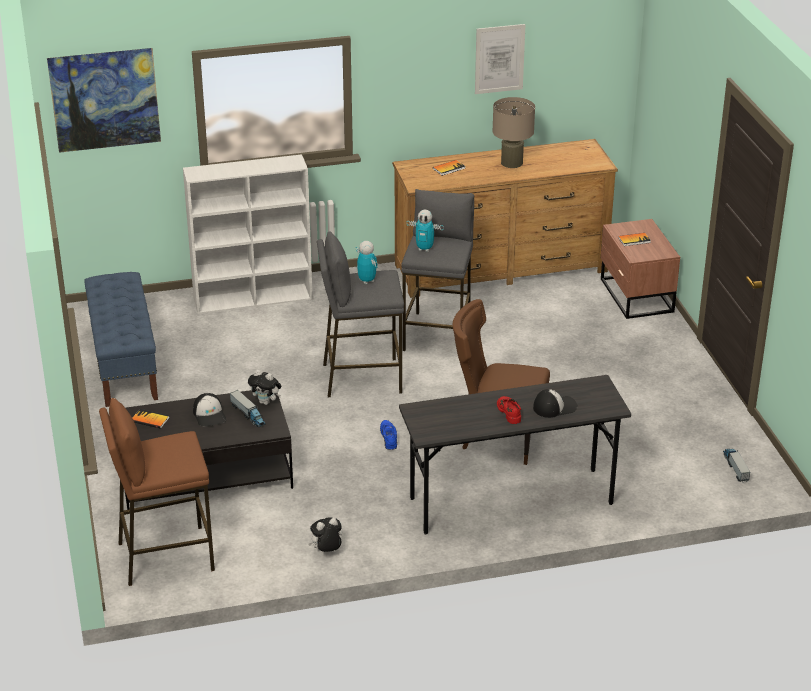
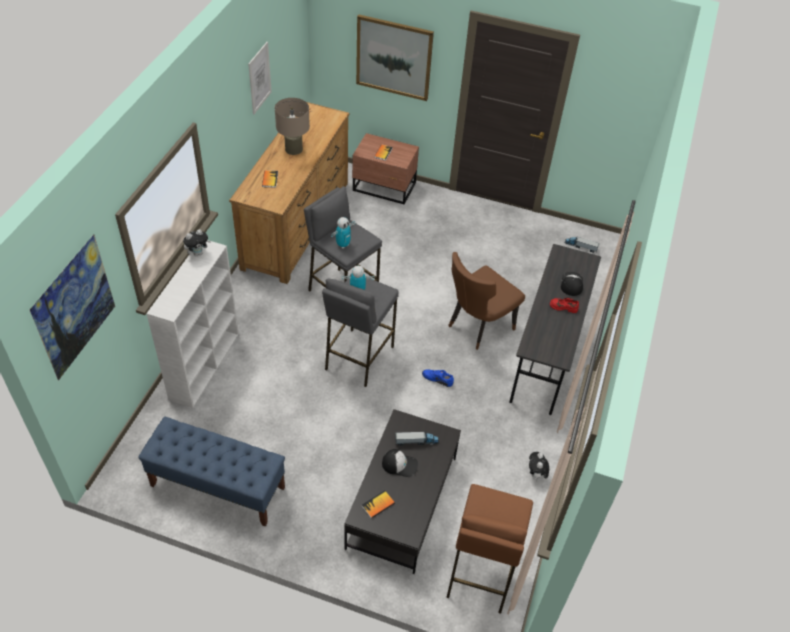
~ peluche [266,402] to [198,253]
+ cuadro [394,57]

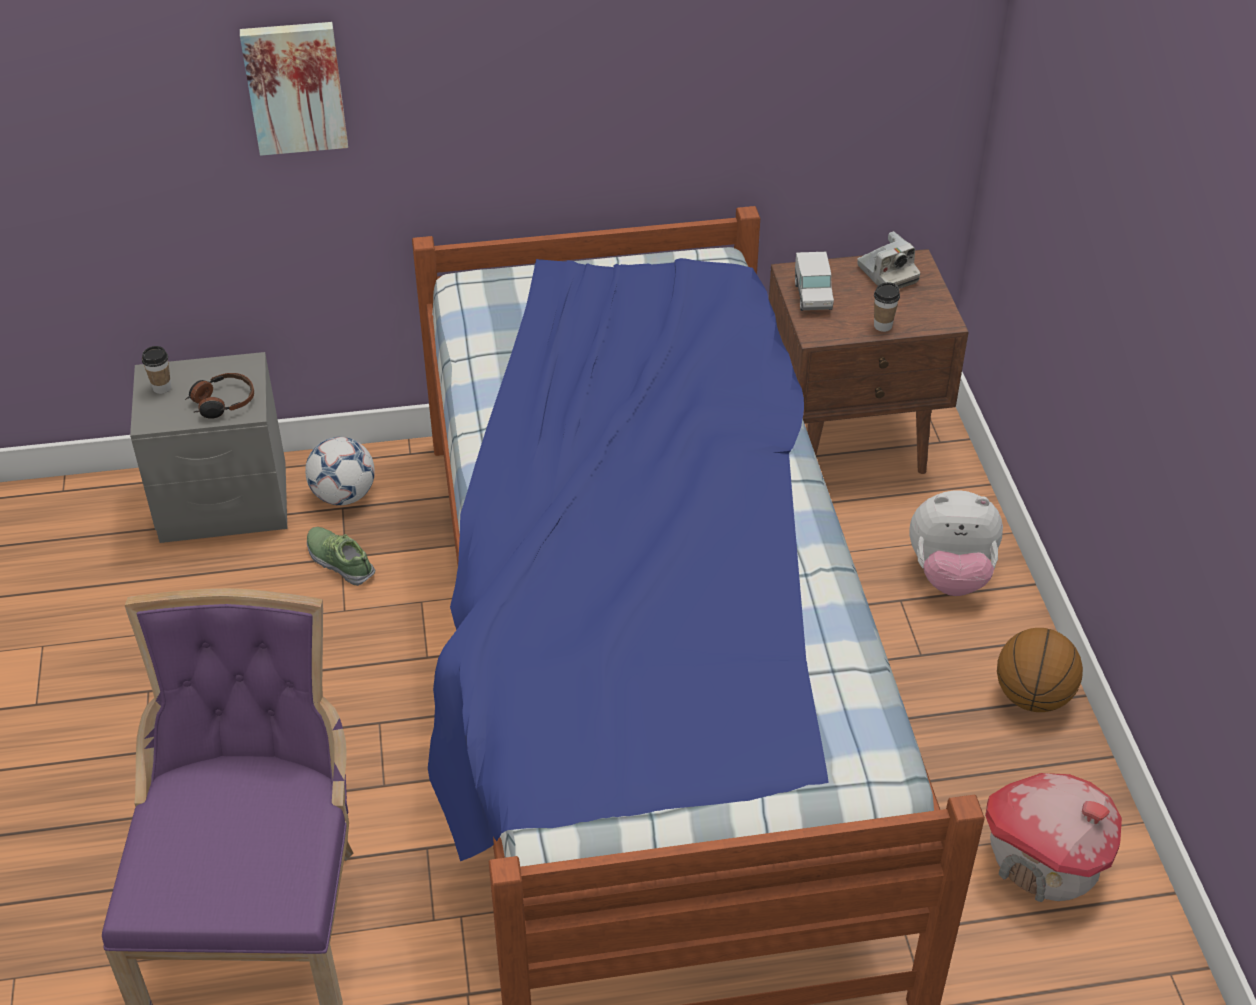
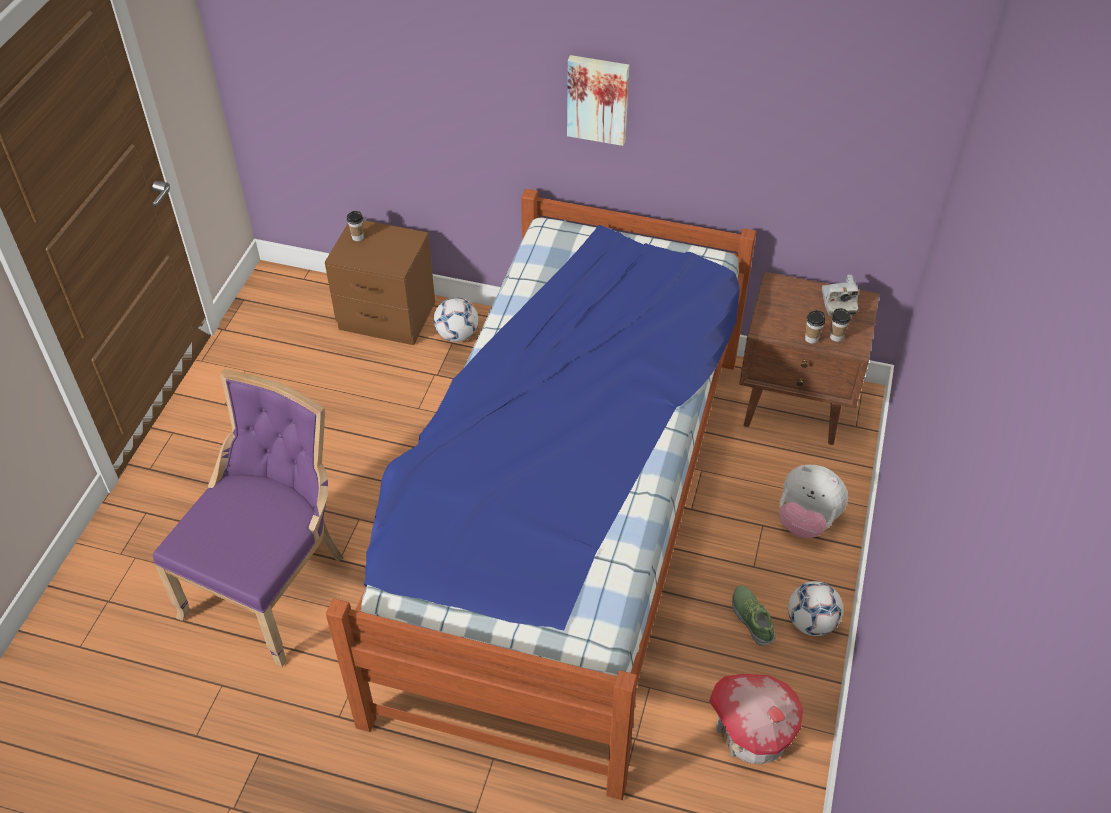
~ mesita de noche [gris] [224,503] to mesita de noche [marrón] [387,316]
~ cuadro [295,86] to [598,98]
~ zapato [340,561] to [752,618]
~ balón de baloncesto [1032,697] to balón de fútbol [811,622]
+ taza [836,337]
- auriculares [222,402]
- camión de juguete [812,296]

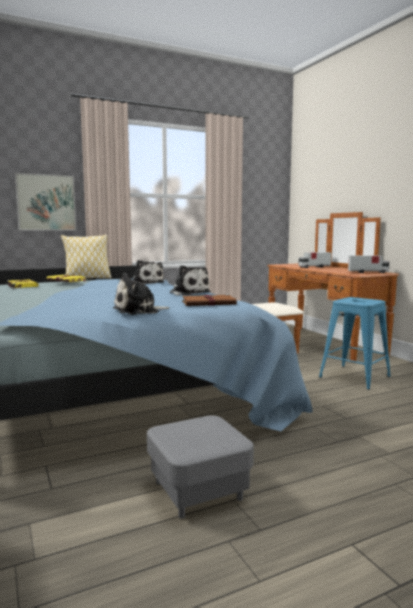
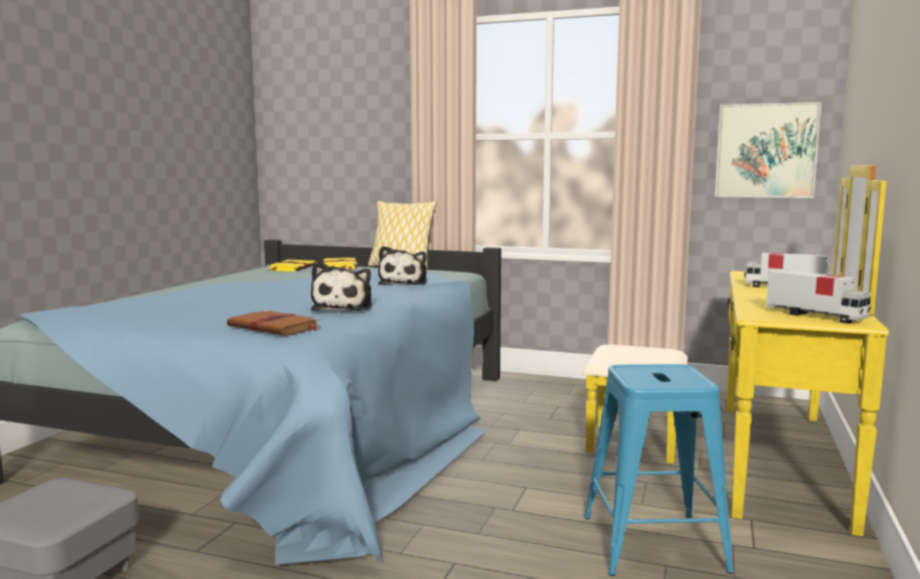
~ cómoda [marrón] [311,345] to cómoda [amarillo] [744,456]
~ cuadro [46,202] to [766,151]
- peluche [139,311]

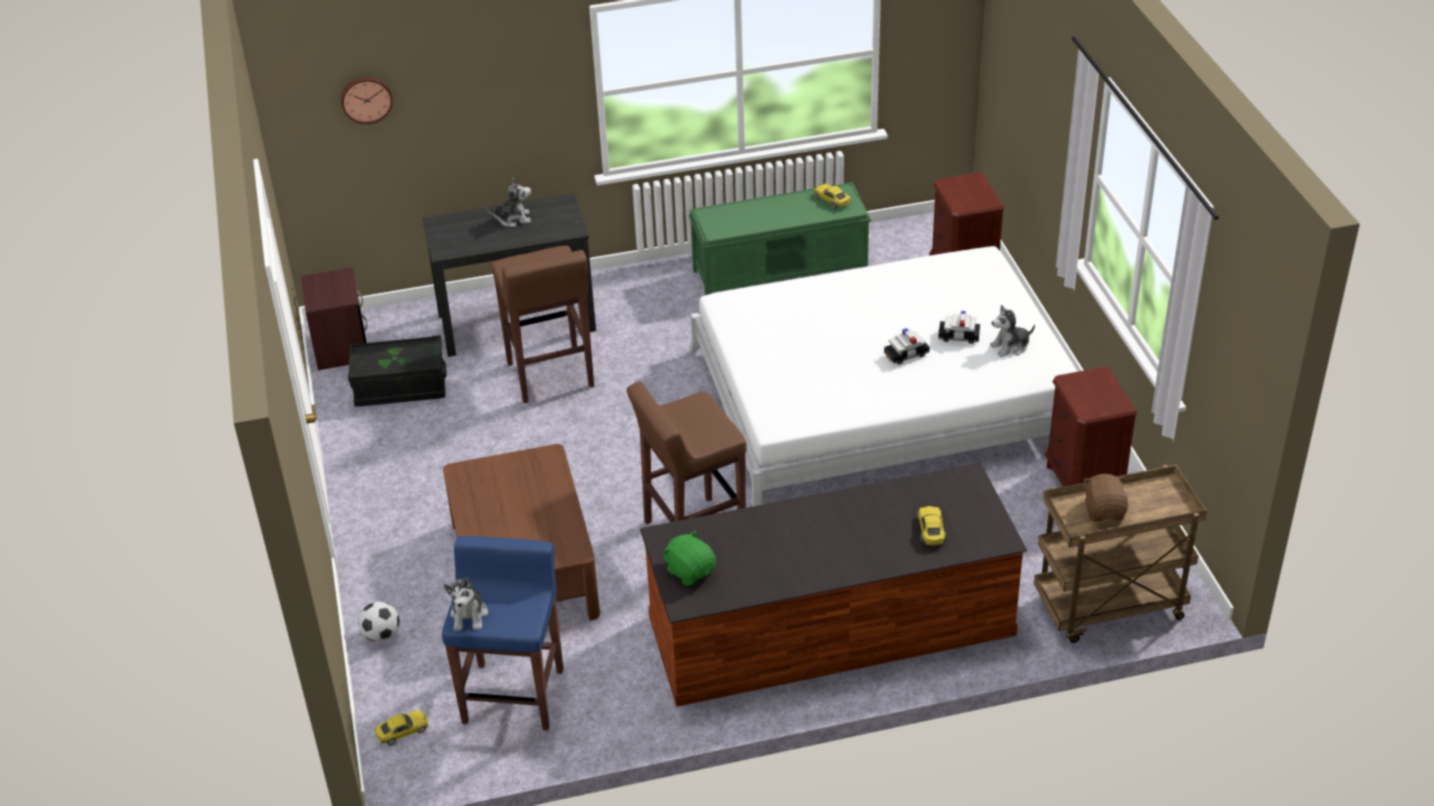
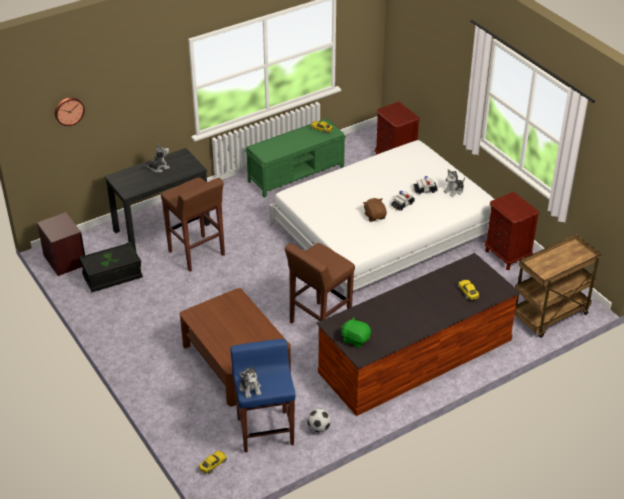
~ balón de fútbol [381,635] to [319,428]
~ peluche [marrón] [1104,511] to [375,216]

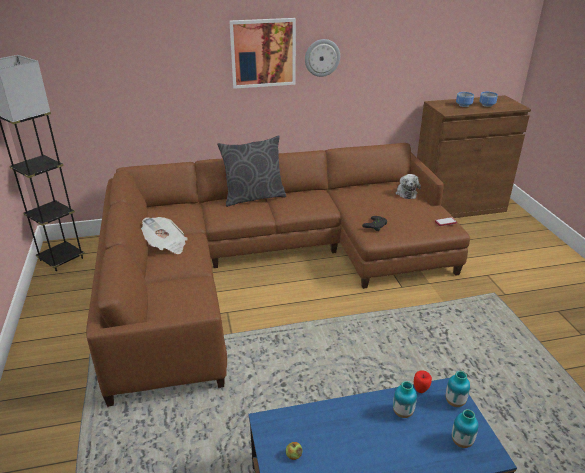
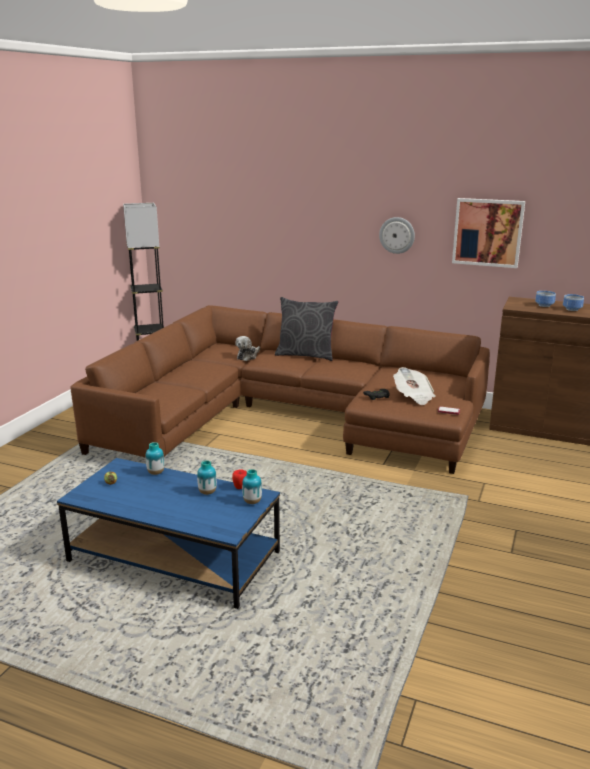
~ florero [461,442] to [156,473]
~ peluche [406,193] to [248,356]
~ periódico [166,245] to [413,397]
~ cuadro [263,53] to [487,232]

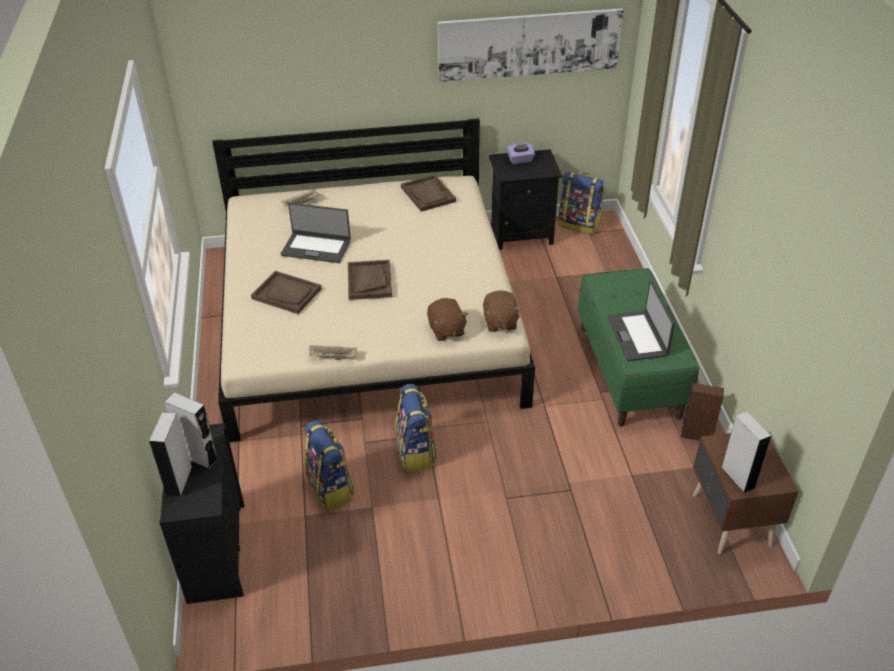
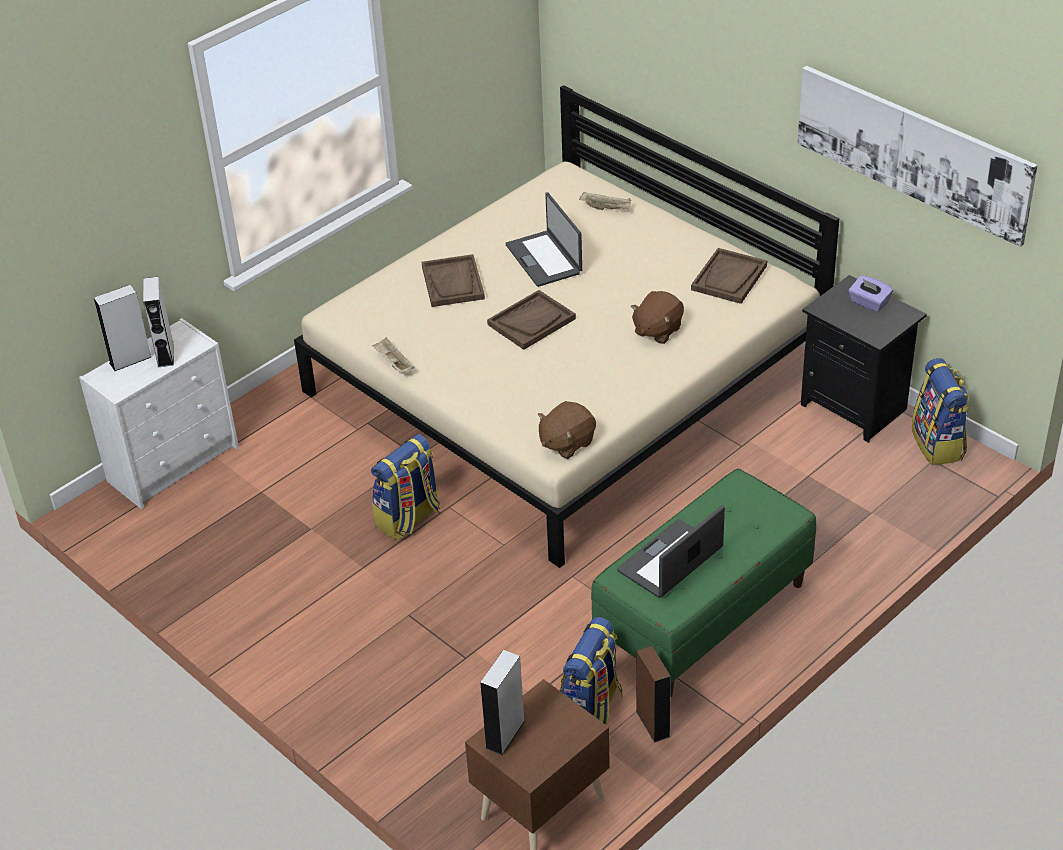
~ cómoda [negro] [216,551] to cómoda [blanco] [174,463]
~ mochila [331,489] to [591,710]
~ peluche [marrón] [446,330] to [657,330]

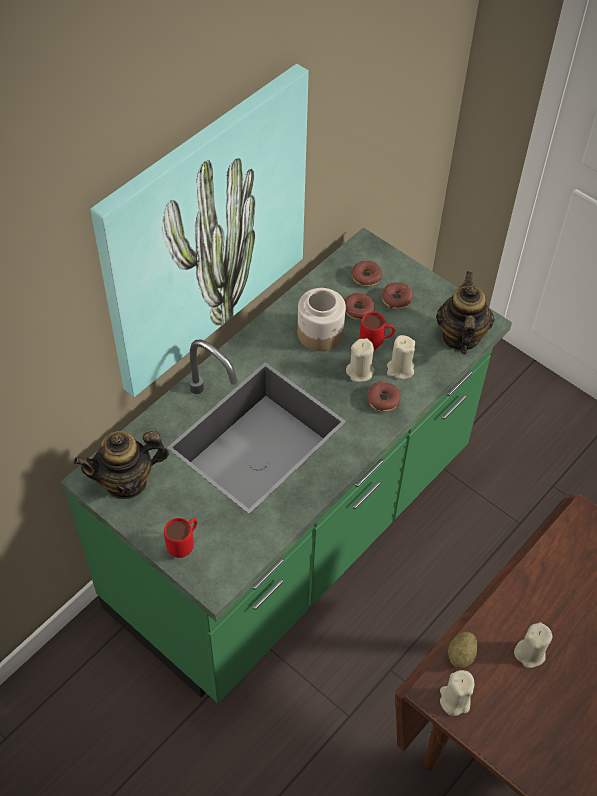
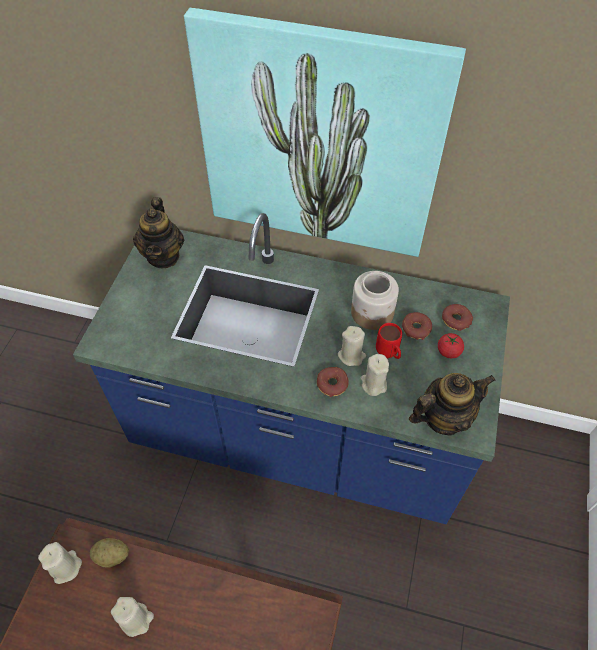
~ mueble bajo de cocina [verde] [294,532] to mueble bajo de cocina [azul] [298,434]
~ tetera [126,481] = [163,256] 135 degrees counterclockwise
~ rosquilla [396,299] to tomate [448,351]
- taza grande [rojo] [184,545]

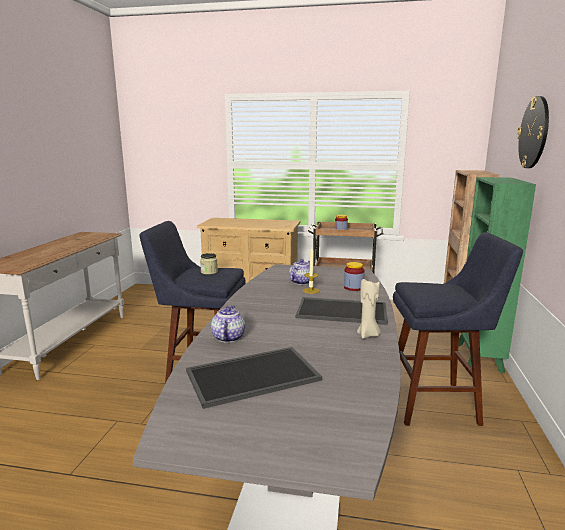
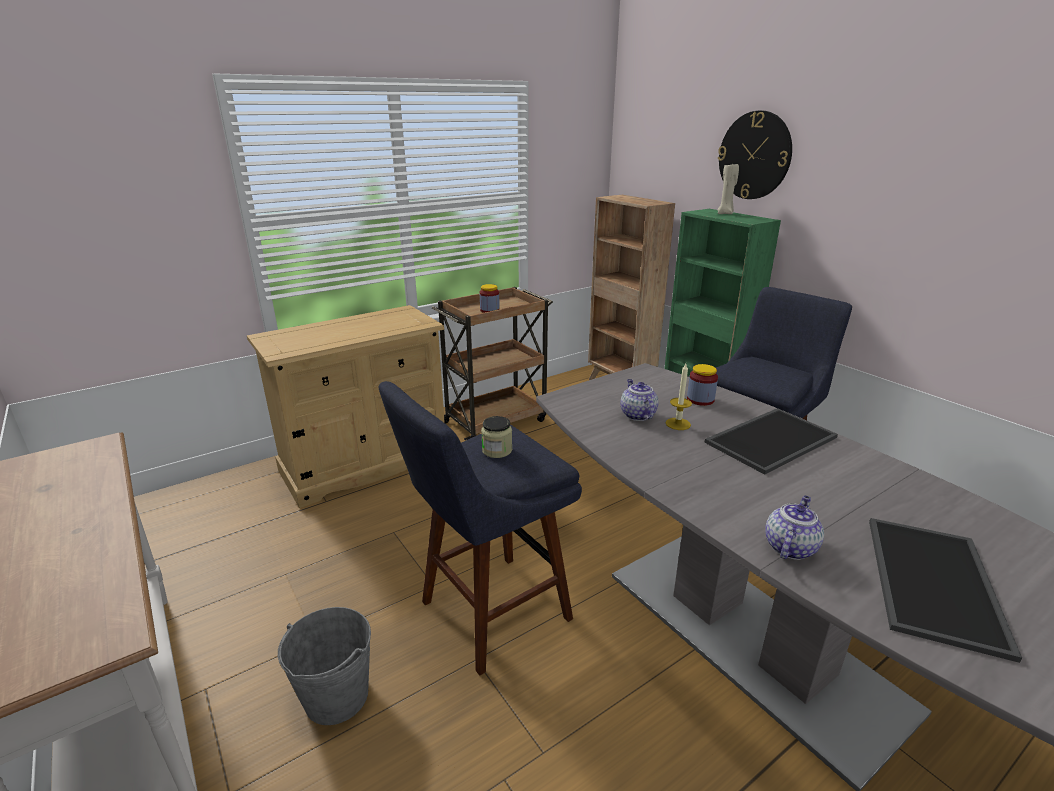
+ cubo [gris] [336,696]
~ vela [beis] [368,335] to [725,213]
~ tetera [228,337] = [789,547] 75 degrees clockwise

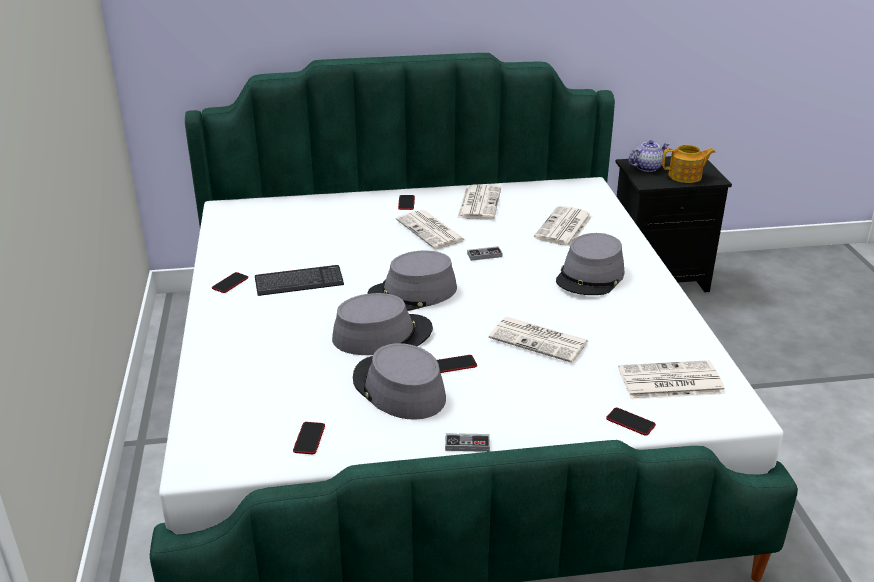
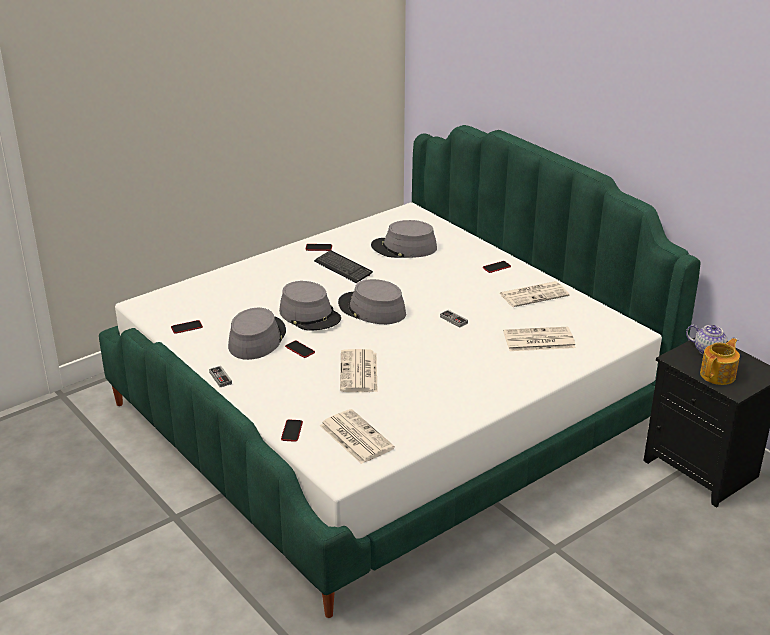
~ sombrero [gris] [590,276] to [404,248]
~ tetera [686,176] = [718,375] 105 degrees counterclockwise
- periódico [431,231]

